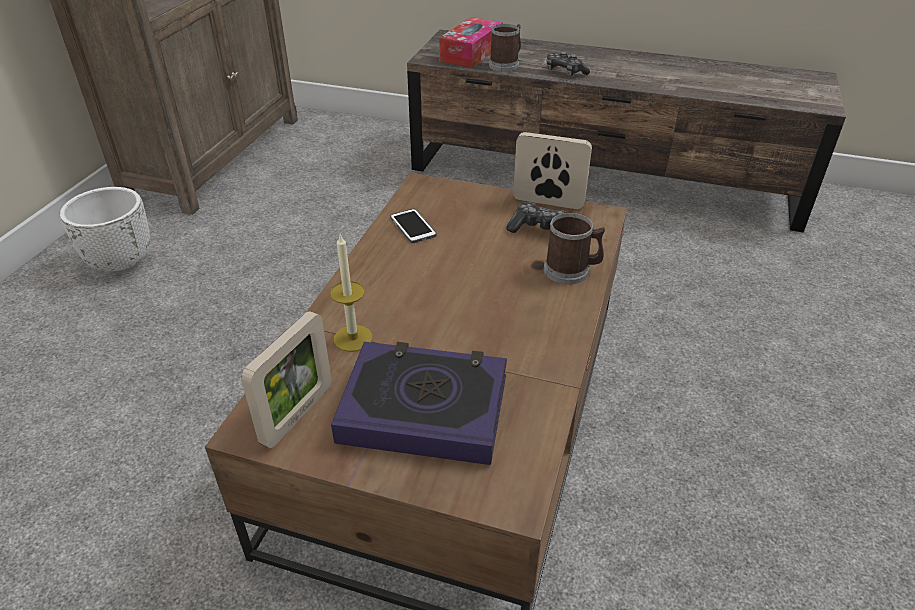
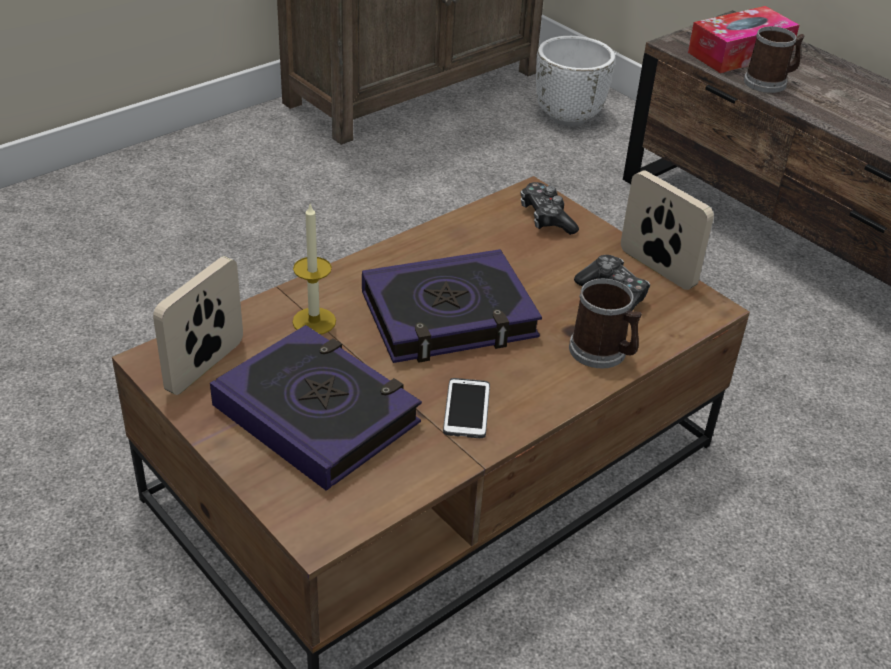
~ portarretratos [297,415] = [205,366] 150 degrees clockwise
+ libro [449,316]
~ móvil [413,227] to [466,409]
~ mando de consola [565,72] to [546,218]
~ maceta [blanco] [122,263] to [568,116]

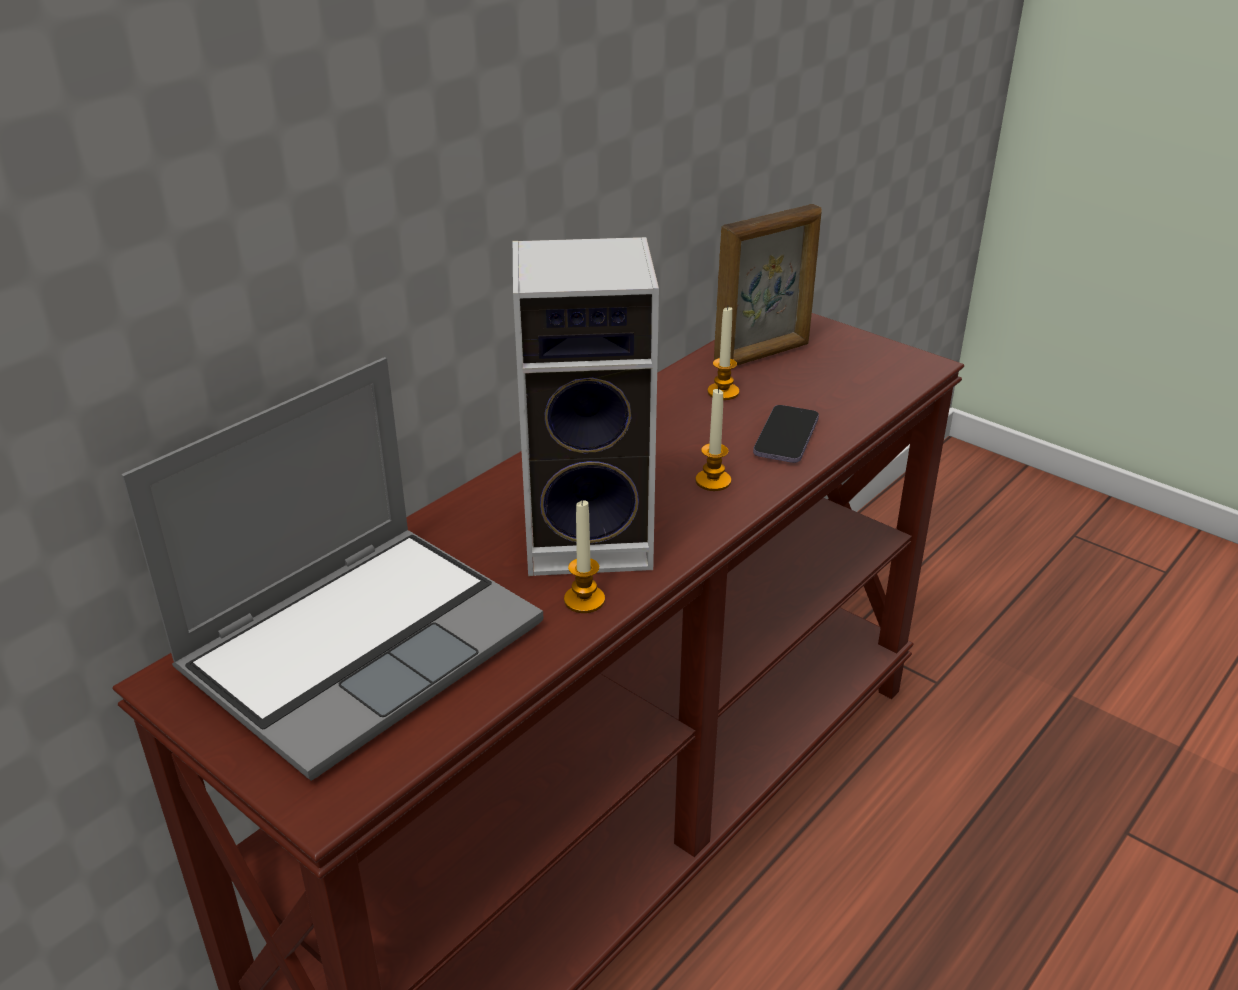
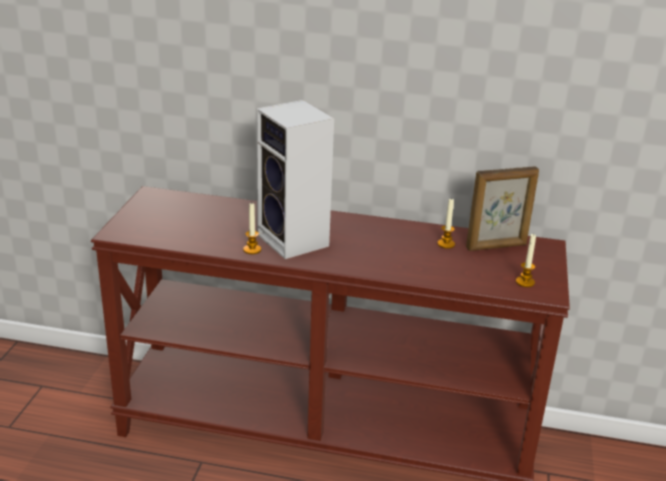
~ portarretratos [763,355] = [497,246] 45 degrees counterclockwise
~ vela [713,481] to [525,282]
- portátil [363,645]
- móvil [786,437]

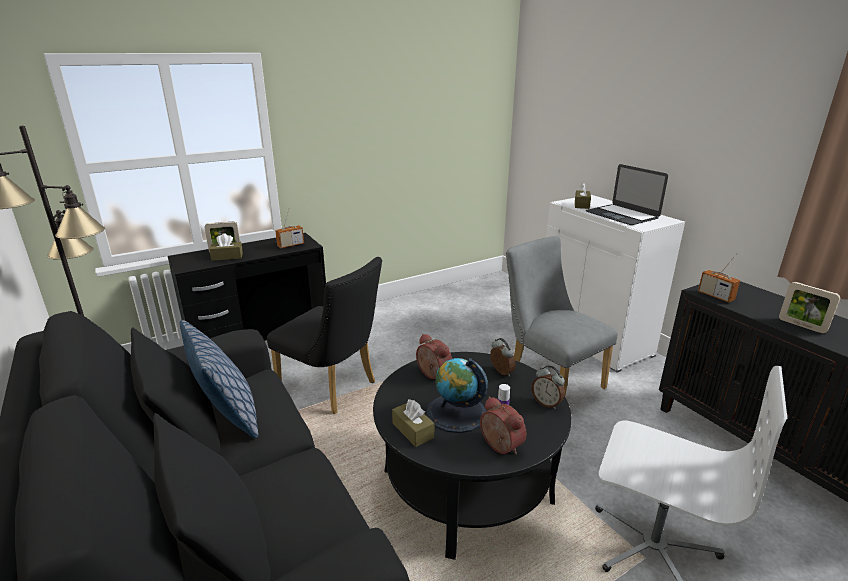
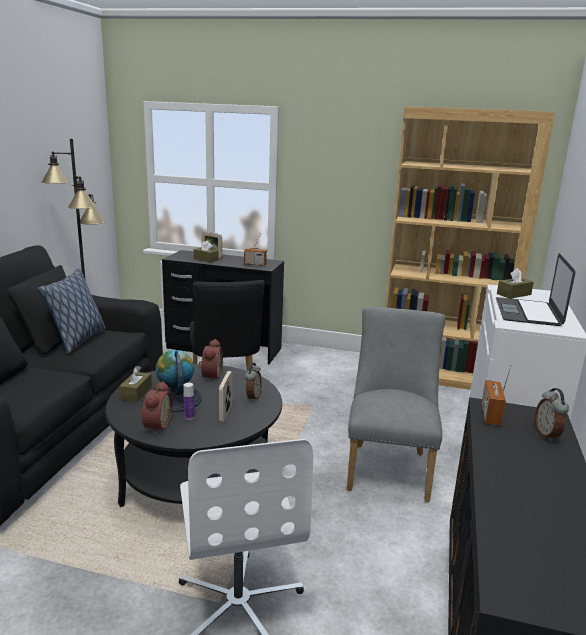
~ portarretratos [801,326] to [225,414]
+ estantería [marrón] [440,375]
~ despertador [546,403] to [547,435]

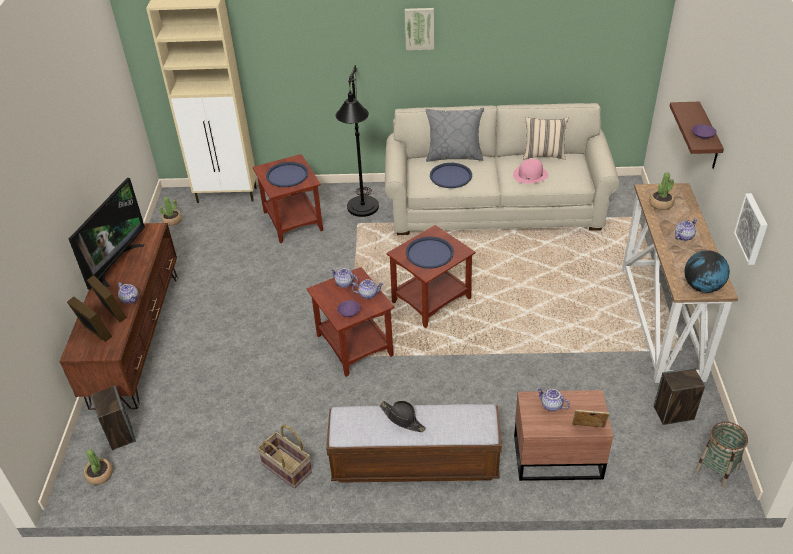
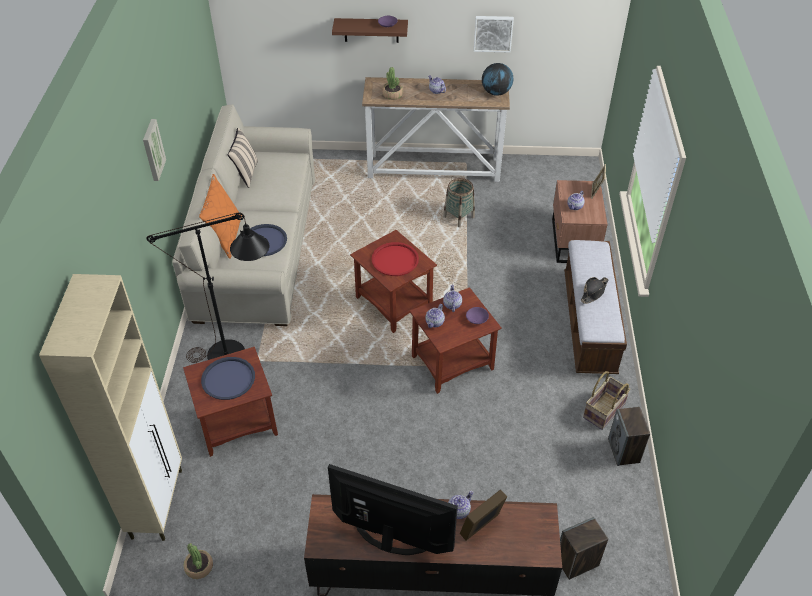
~ cojín [gris] [454,155] to cojín [naranja] [225,236]
~ bandeja [azul] [429,253] to bandeja [rojo] [395,260]
~ cesta [716,469] to [458,217]
~ altavoz [673,413] to [624,451]
- portarretratos [95,333]
- planta en maceta [99,475]
- sombrero [rosa] [530,175]

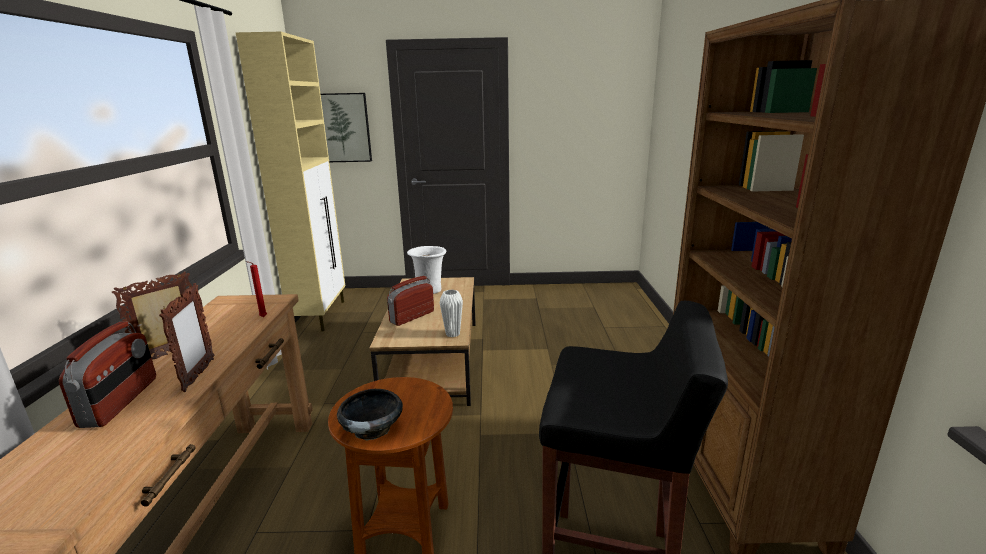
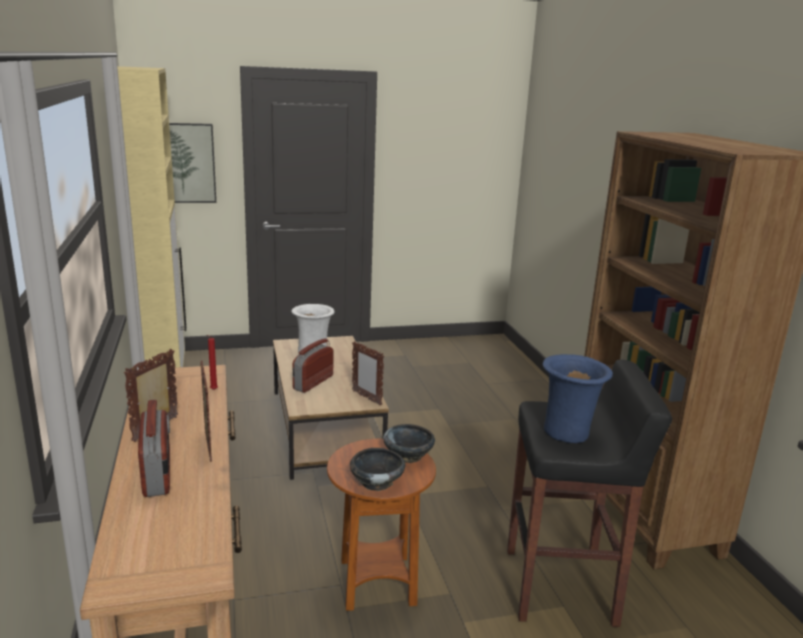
~ florero [blanco] [452,334] to portarretratos [366,398]
+ cuenco [negro] [408,455]
+ florero [azul] [568,432]

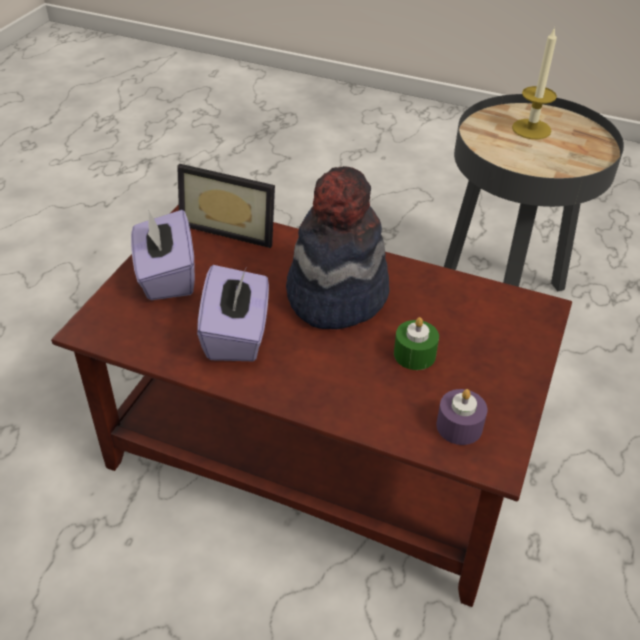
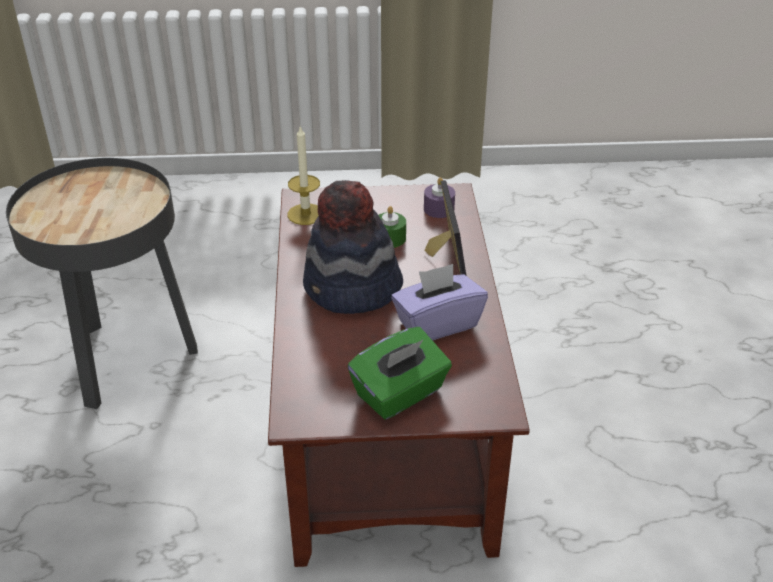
~ vela [531,129] to [305,214]
~ caja de pañuelos [morado] [166,276] to caja de pañuelos [verde] [400,394]
~ portarretratos [232,226] to [442,255]

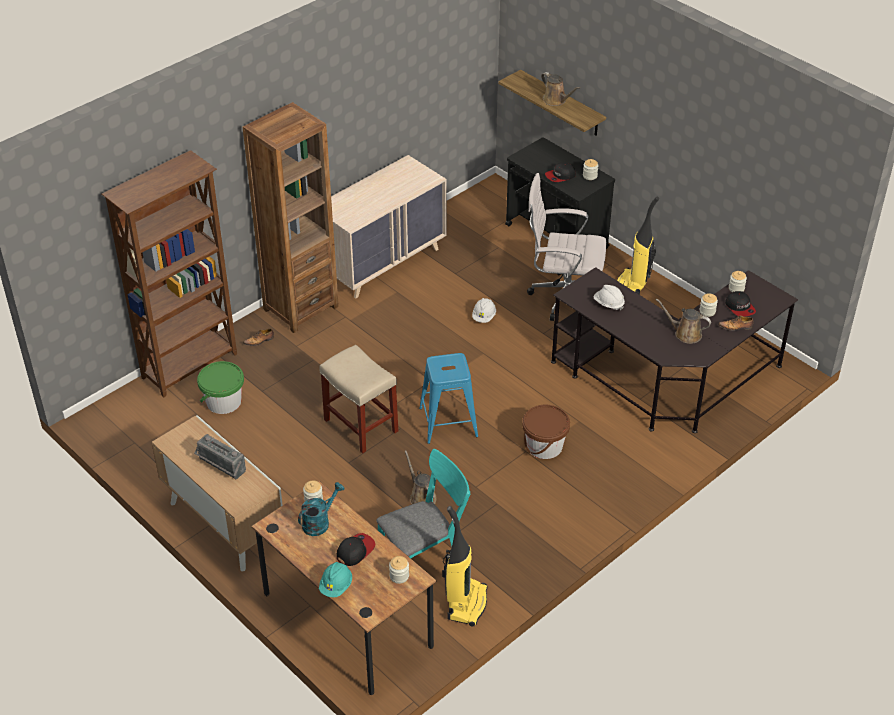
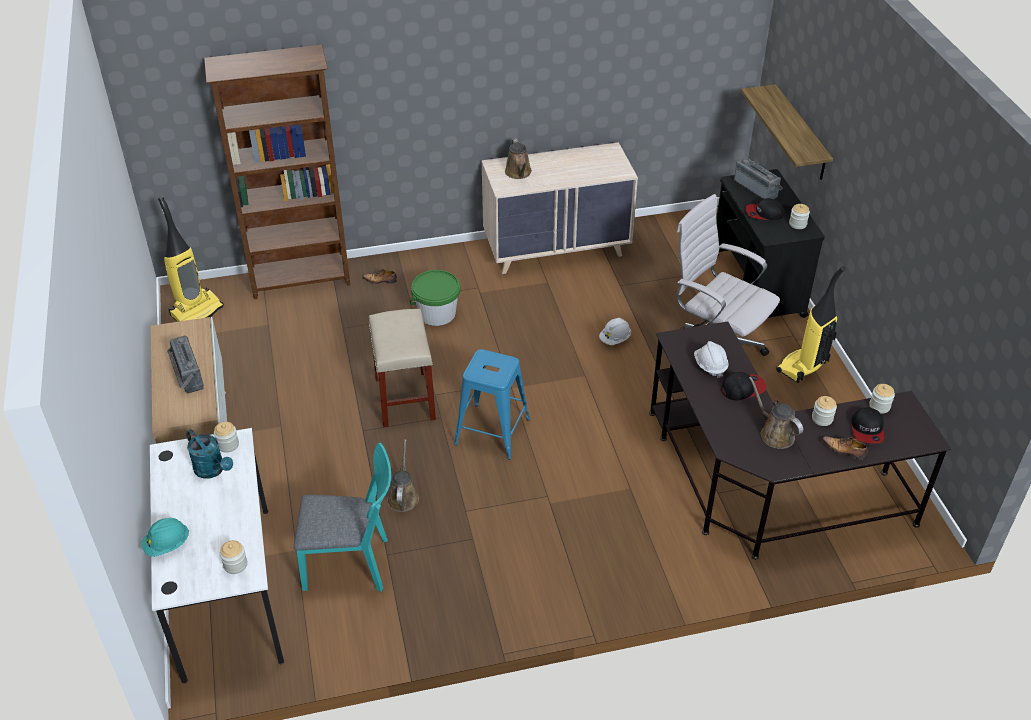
~ escritorio [marrón] [347,620] to escritorio [blanco] [227,591]
~ aspiradora [466,603] to [196,311]
~ regadera [turquesa] [319,522] = [213,470] 60 degrees clockwise
~ cubo [verde] [223,401] to [437,313]
~ regadera [marrón] [556,100] to [519,173]
~ gorra [355,550] to [743,388]
+ radio [757,188]
- estantería [marrón] [300,308]
- cubo [marrón] [544,446]

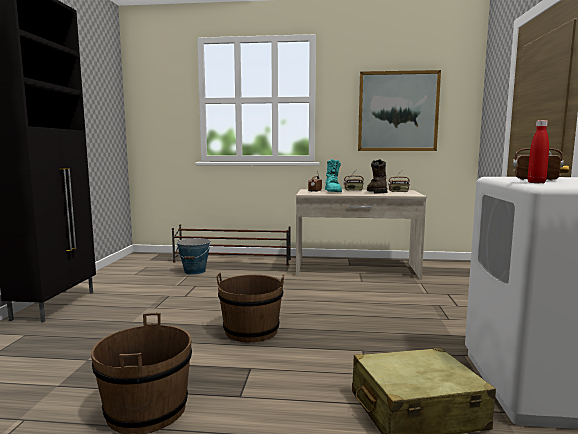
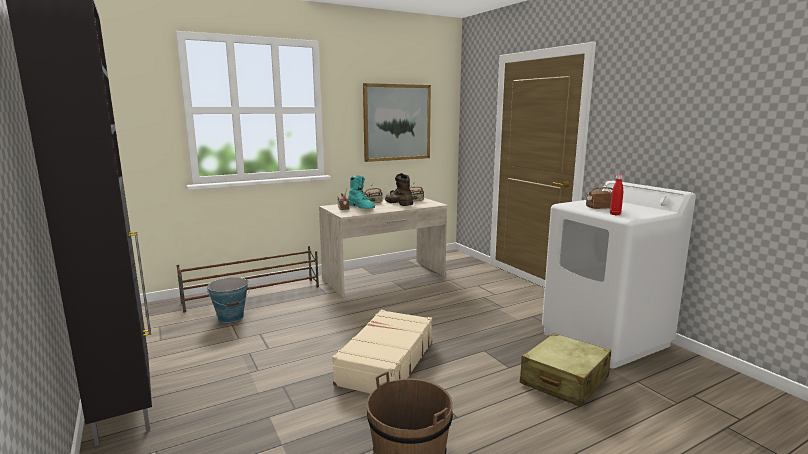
~ cubo [marrón] [251,331] to maleta [beis] [385,362]

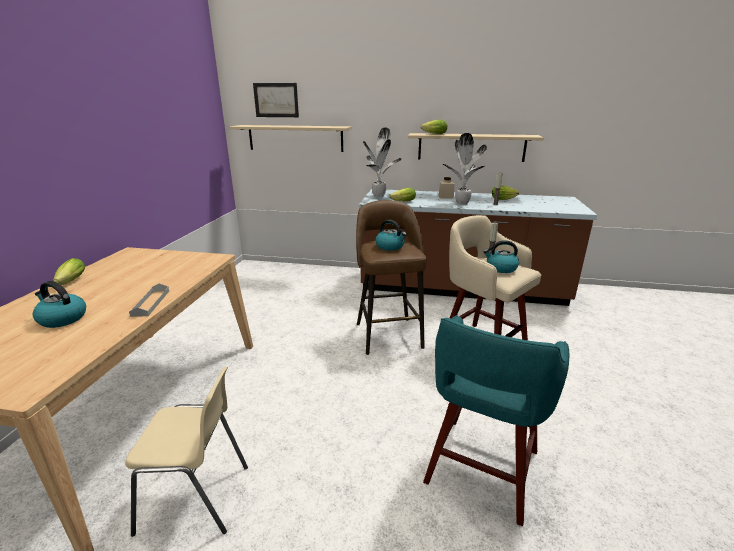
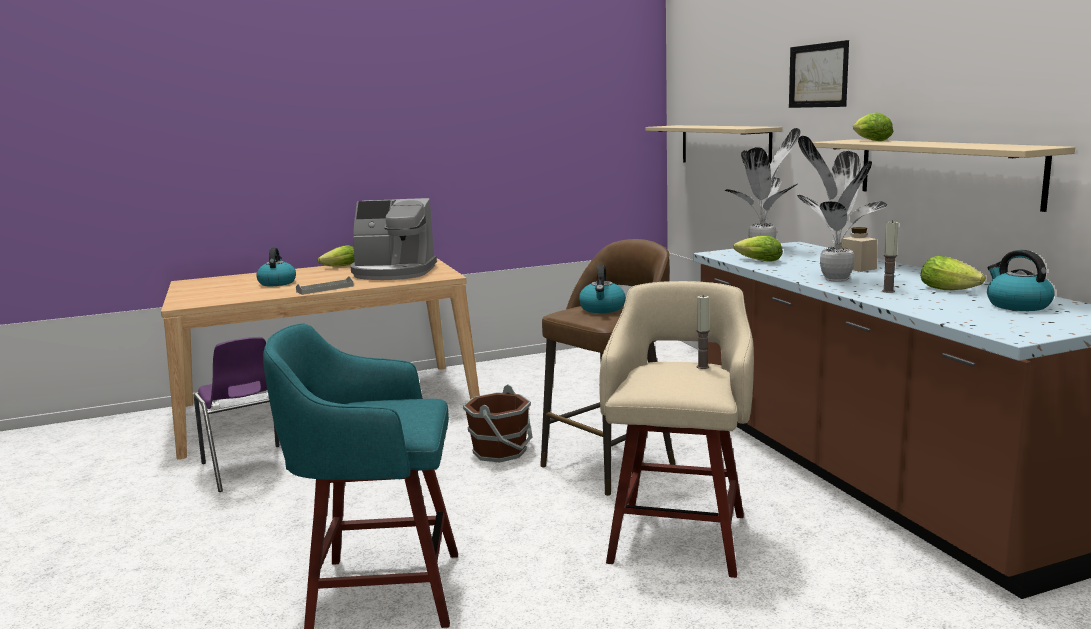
~ silla [beis] [197,498] to silla [morado] [249,469]
+ cafetera [393,272]
+ cubo [marrón] [501,451]
~ cuadro [276,100] to [818,75]
~ hervidor [501,268] to [1017,305]

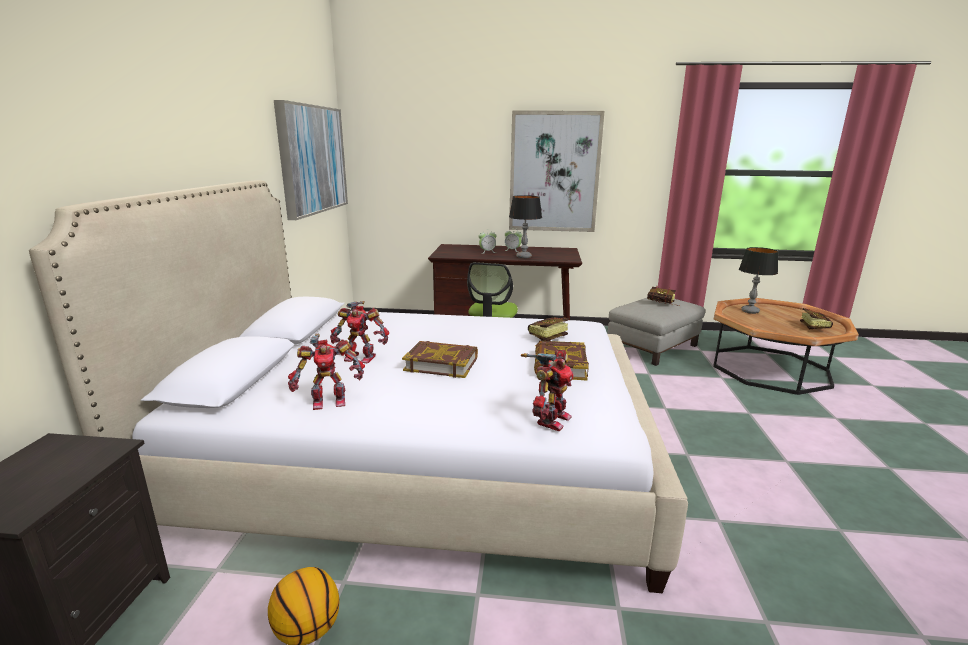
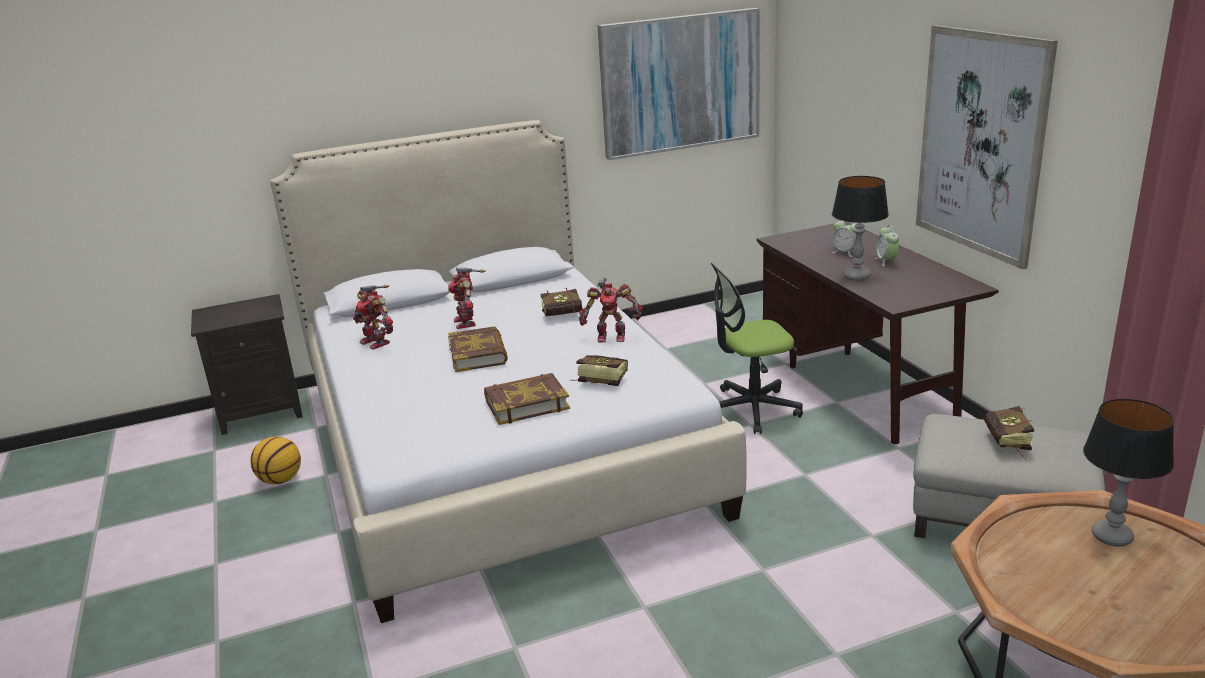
~ libro [812,327] to [567,315]
~ robot de juguete [551,419] to [611,336]

